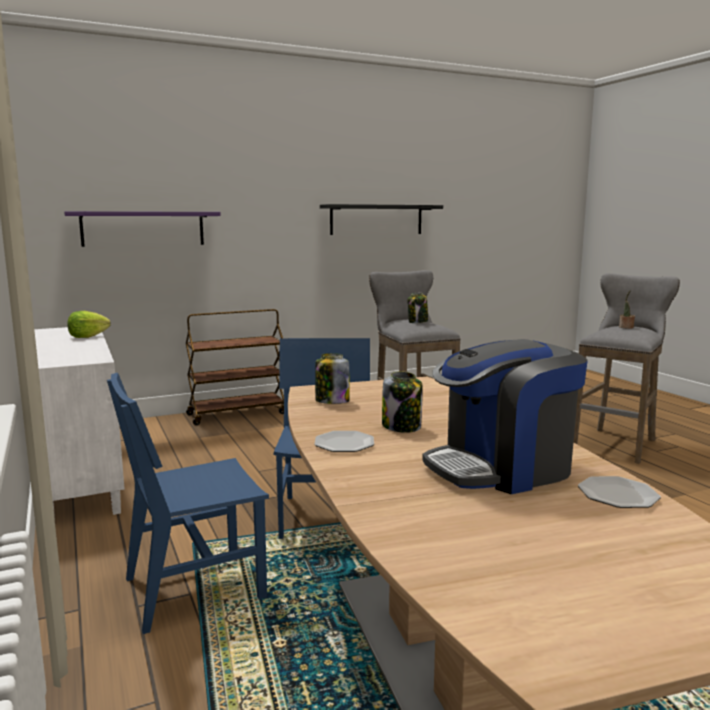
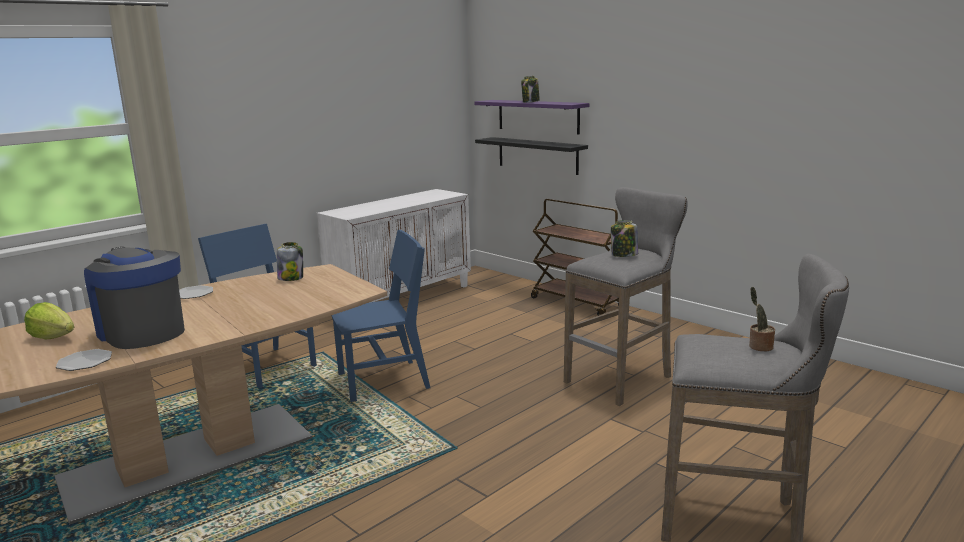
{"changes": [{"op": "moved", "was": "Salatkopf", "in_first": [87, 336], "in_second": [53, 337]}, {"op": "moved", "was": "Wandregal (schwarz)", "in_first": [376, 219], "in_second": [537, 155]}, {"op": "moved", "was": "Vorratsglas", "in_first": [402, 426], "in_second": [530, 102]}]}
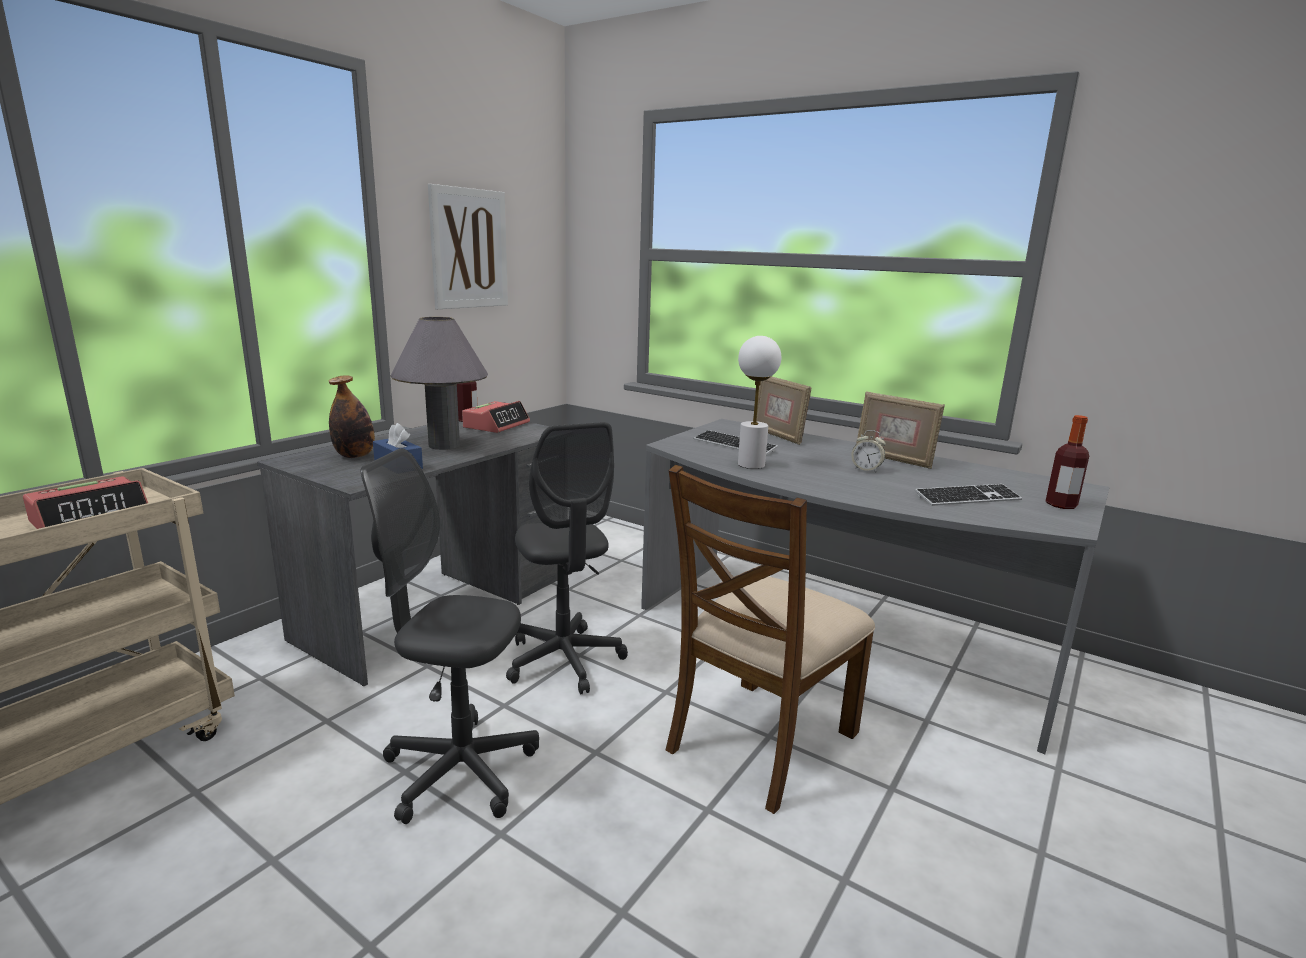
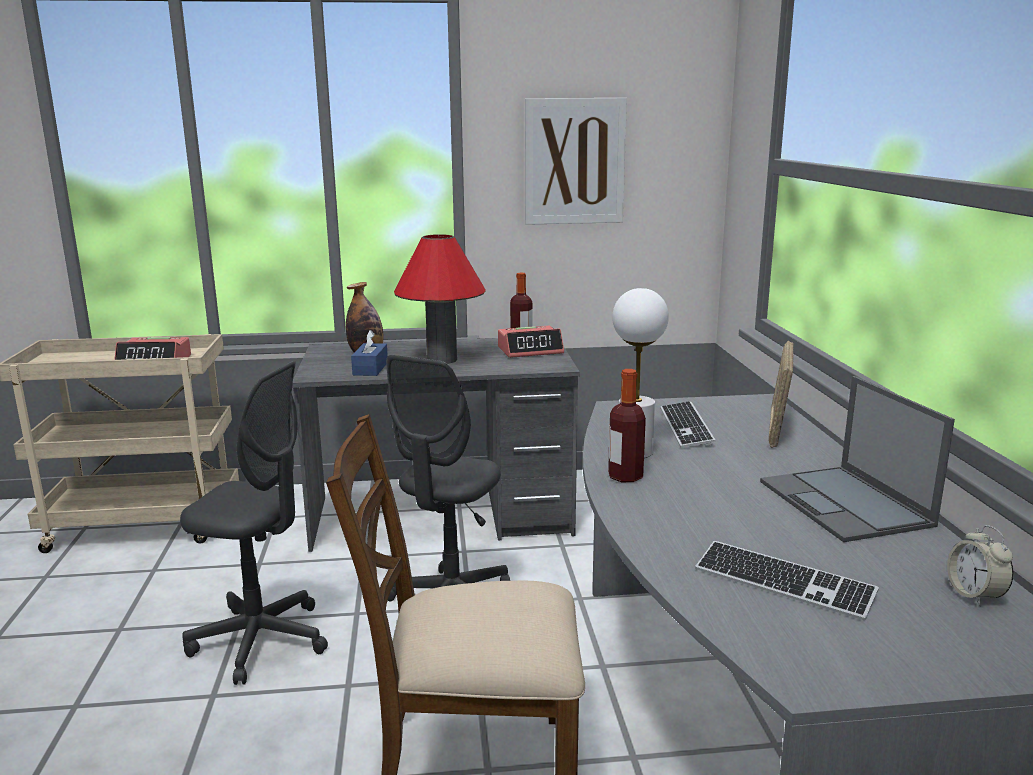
{"changes": [{"op": "moved", "was": "Wecker", "in_first": [866, 470], "in_second": [974, 595]}, {"op": "moved", "was": "Flasche", "in_first": [1061, 505], "in_second": [625, 476]}, {"op": "replaced", "was": "Bilderrahmen", "now": "Laptop", "in_first": [893, 459], "in_second": [846, 504]}, {"op": "recoloured", "was": "Tischlampe (grau)", "now": "Tischlampe (rot)", "in_first": [444, 445], "in_second": [442, 360]}, {"op": "turned", "was": "Bürostuhl (grau)", "in_first": [460, 771], "in_second": [261, 641], "clockwise": 135}]}
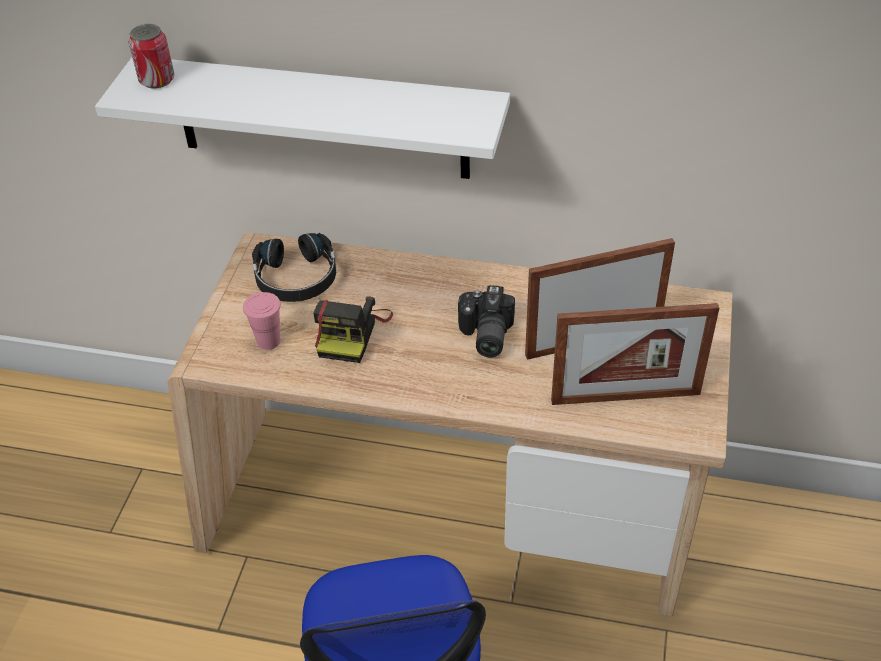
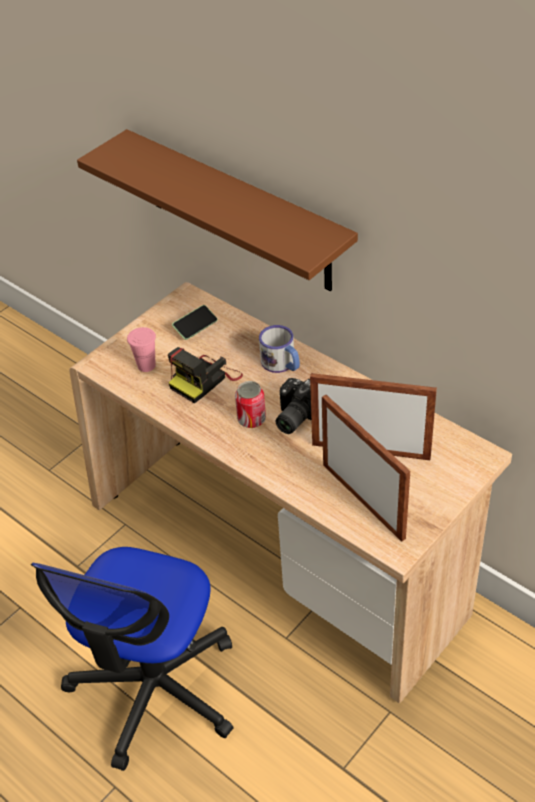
{"changes": [{"op": "added", "now": "Henkelbecher", "in_second": [282, 364]}, {"op": "moved", "was": "Dose", "in_first": [157, 80], "in_second": [251, 419]}, {"op": "replaced", "was": "Kopfhörer (schwarz)", "now": "Handy", "in_first": [296, 278], "in_second": [195, 327]}, {"op": "recoloured", "was": "Wandregal (weiß)", "now": "Wandregal (braun)", "in_first": [321, 118], "in_second": [237, 212]}, {"op": "turned", "was": "Bilderrahmen", "in_first": [625, 397], "in_second": [363, 500], "clockwise": -150}]}
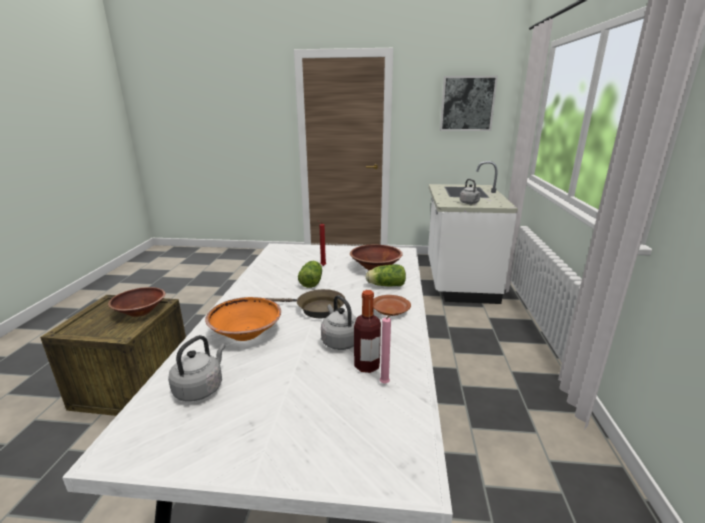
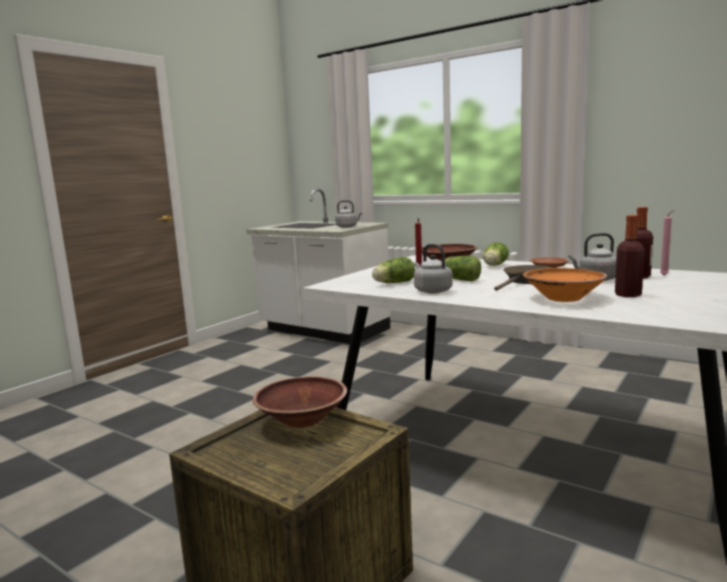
{"changes": [{"op": "removed", "was": "Bild", "in_first": [467, 103]}, {"op": "added", "now": "Salatkopf", "in_second": [393, 283]}, {"op": "added", "now": "Flasche", "in_second": [627, 295]}, {"op": "moved", "was": "Wasserkessel (grau)", "in_first": [201, 388], "in_second": [431, 291]}]}
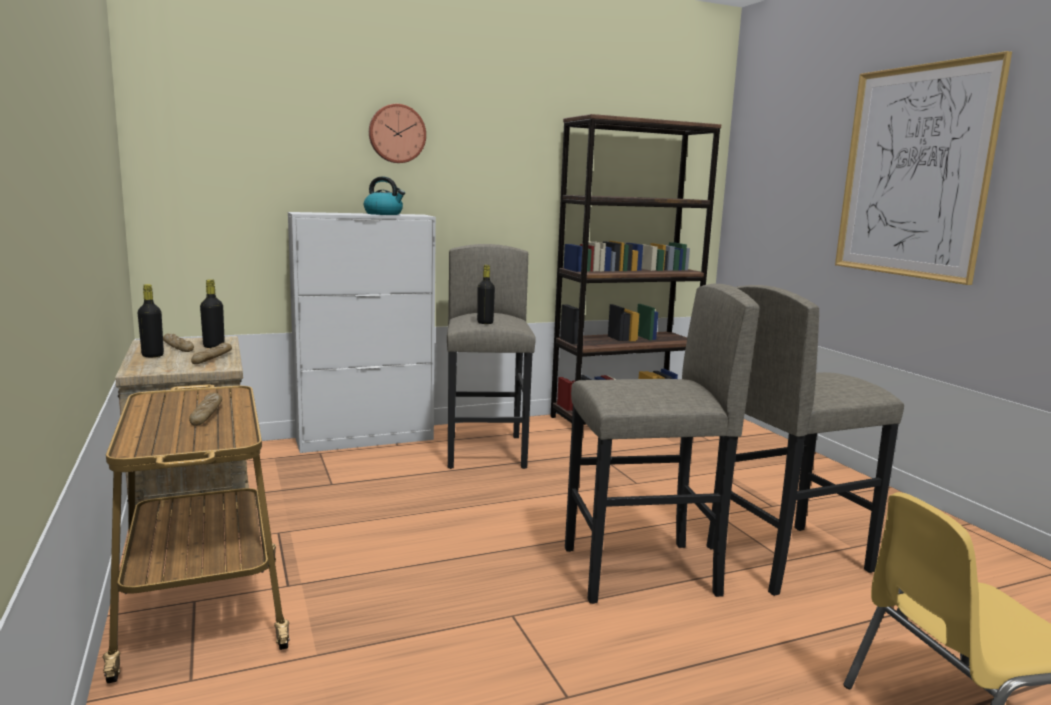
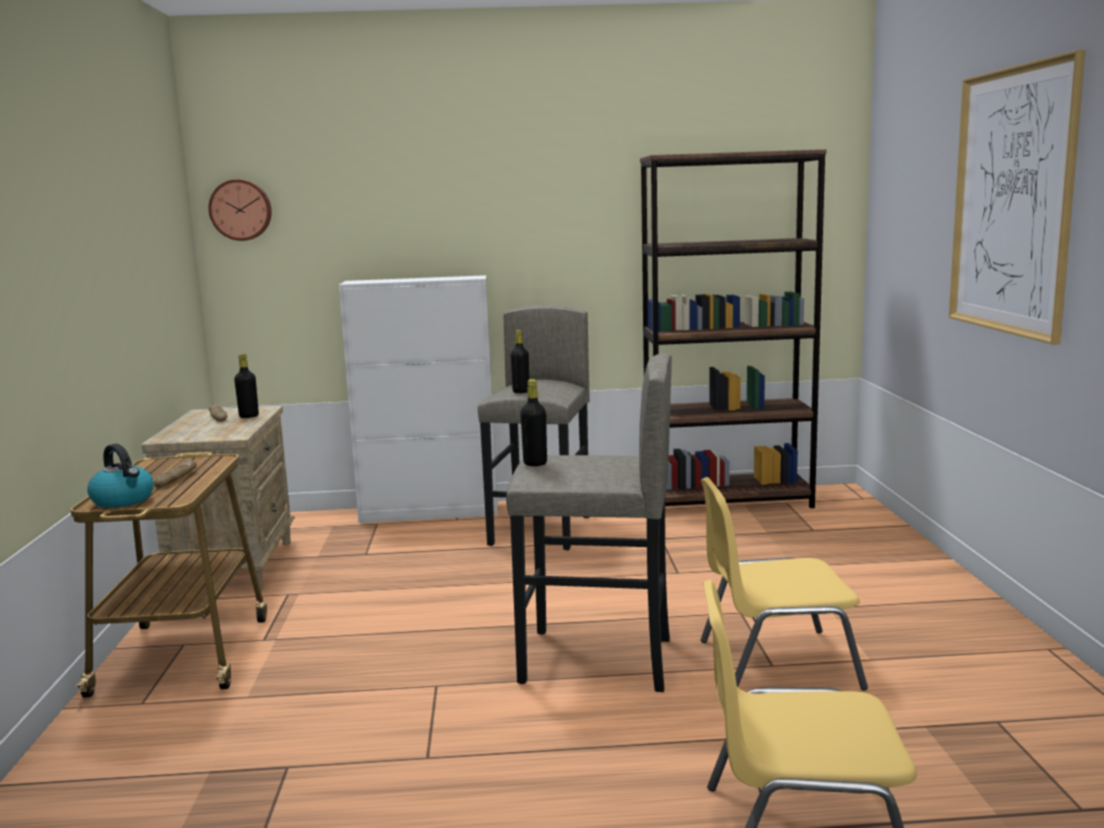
{"changes": [{"op": "removed", "was": "Brot", "in_first": [212, 358]}, {"op": "moved", "was": "Flasche (schwarz)", "in_first": [152, 355], "in_second": [535, 463]}, {"op": "moved", "was": "Wasserkessel", "in_first": [384, 214], "in_second": [124, 500]}, {"op": "moved", "was": "Wanduhr", "in_first": [396, 133], "in_second": [241, 210]}, {"op": "replaced", "was": "Hocker (grau)", "now": "Stuhl (gelb)", "in_first": [786, 558], "in_second": [775, 663]}]}
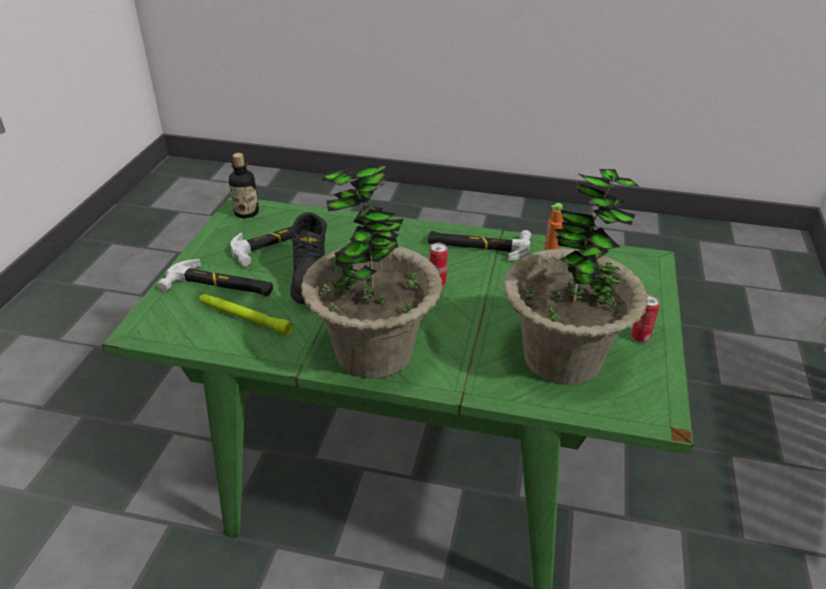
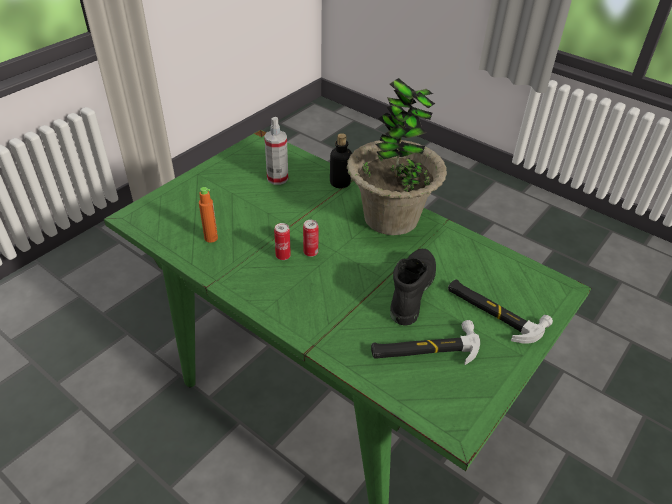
{"changes": [{"op": "removed", "was": "Taschenlampe (grün)", "in_first": [244, 318]}, {"op": "removed", "was": "Hammer", "in_first": [478, 246]}, {"op": "moved", "was": "Flasche", "in_first": [246, 213], "in_second": [340, 183]}, {"op": "moved", "was": "Dose", "in_first": [640, 337], "in_second": [283, 256]}, {"op": "replaced", "was": "Topfpflanze", "now": "Sprühflasche", "in_first": [562, 358], "in_second": [277, 178]}]}
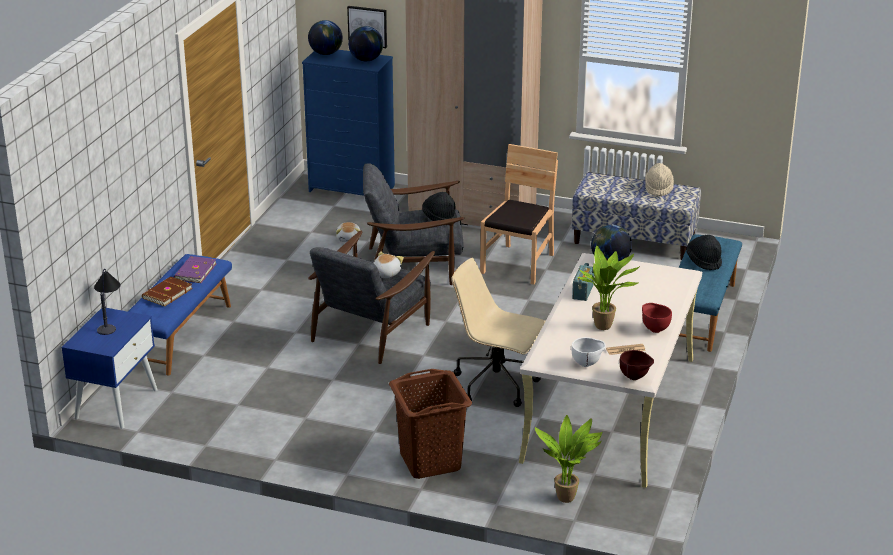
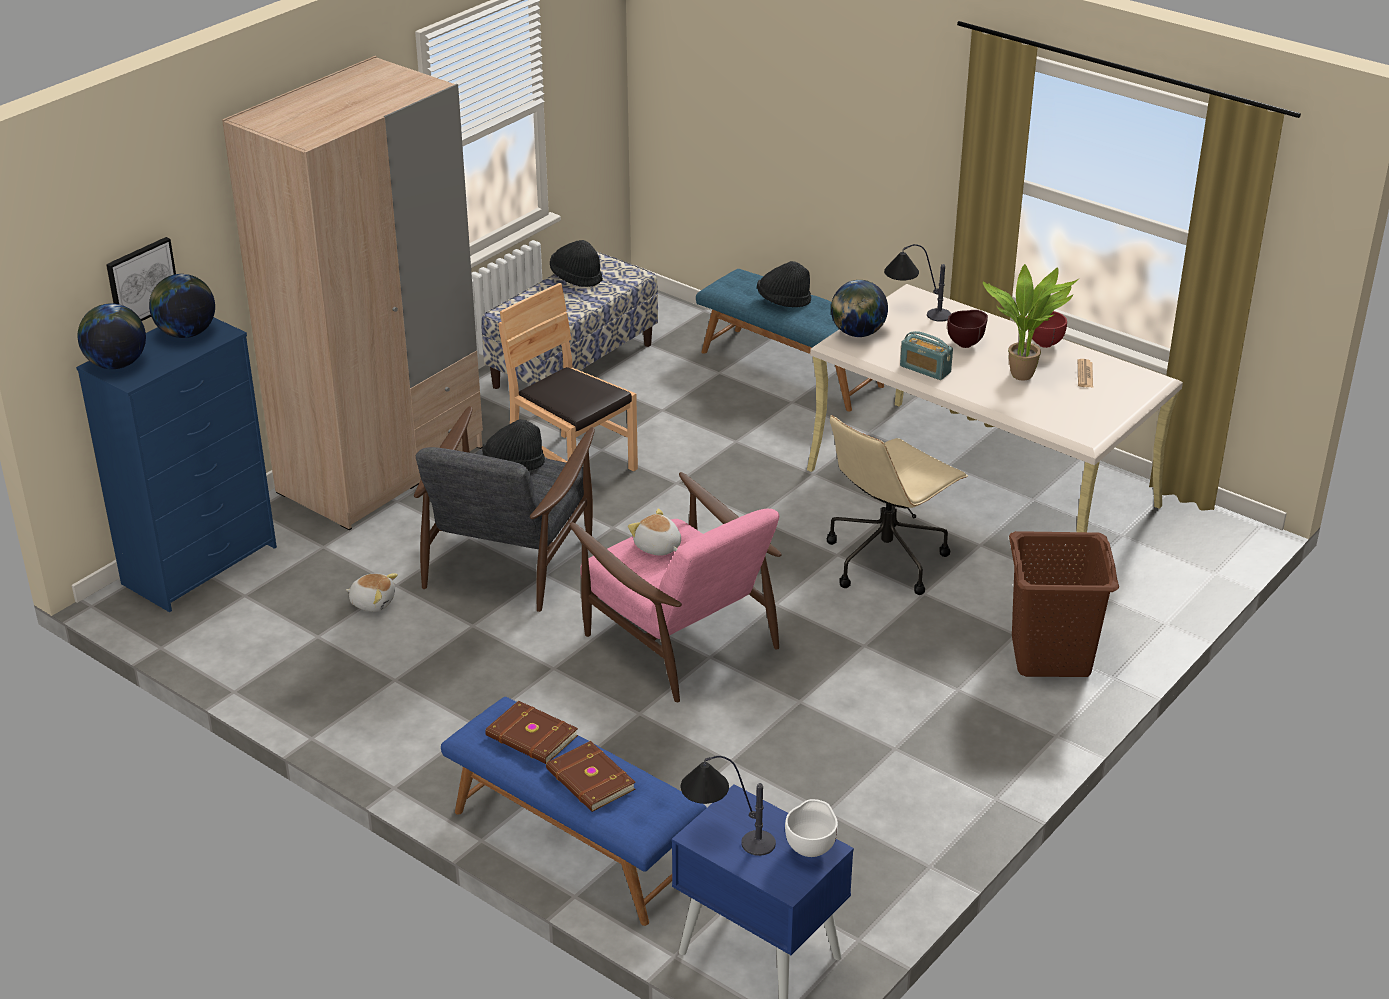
{"changes": [{"op": "removed", "was": "Topfpflanze", "in_first": [567, 497]}, {"op": "added", "now": "Tischlampe", "in_second": [913, 312]}, {"op": "moved", "was": "Schüssel (weiß)", "in_first": [587, 364], "in_second": [811, 848]}, {"op": "moved", "was": "Schüssel (braun)", "in_first": [635, 378], "in_second": [966, 344]}, {"op": "recoloured", "was": "Buch (lila)", "now": "Buch (braun)", "in_first": [194, 272], "in_second": [531, 737]}, {"op": "recoloured", "was": "Sessel (grau)", "now": "Sessel (rosa)", "in_first": [371, 330], "in_second": [678, 637]}, {"op": "recoloured", "was": "Hut (beige)", "now": "Hut (schwarz)", "in_first": [658, 188], "in_second": [576, 278]}]}
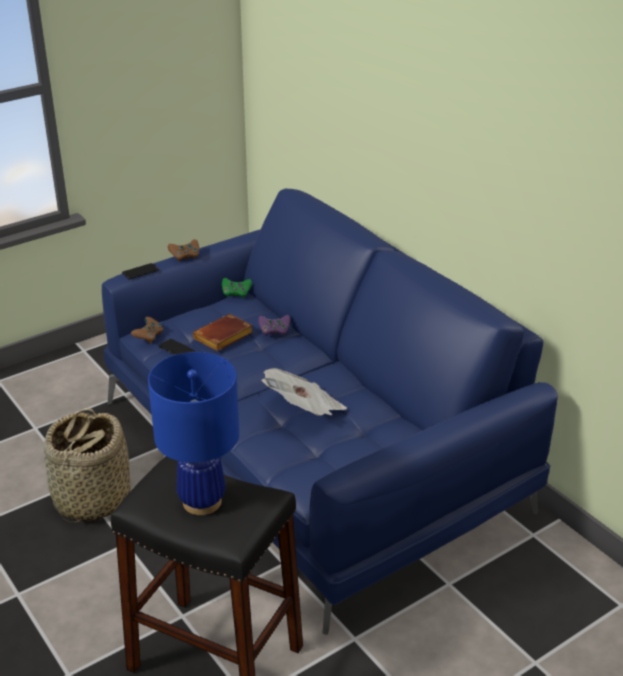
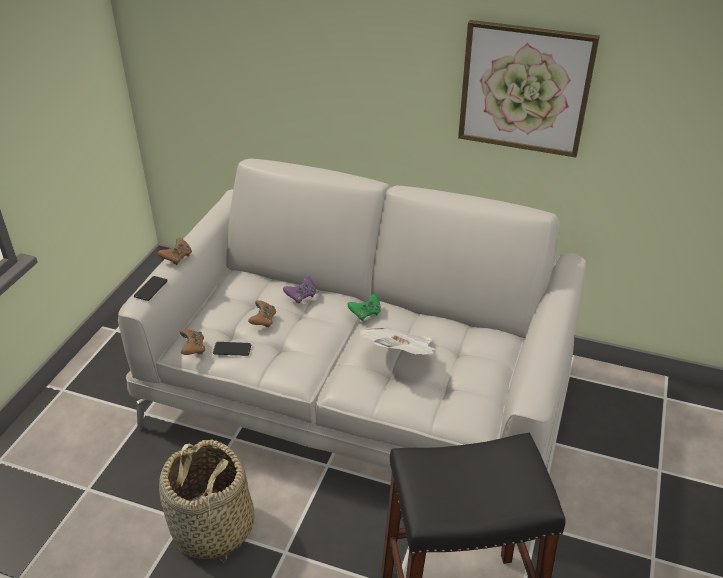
{"changes": [{"op": "removed", "was": "Tischlampe (blau)", "in_first": [202, 501]}, {"op": "added", "now": "Bild", "in_second": [525, 88]}, {"op": "moved", "was": "Gamepad (grün)", "in_first": [236, 294], "in_second": [365, 313]}, {"op": "replaced", "was": "Buch (braun)", "now": "Gamepad (braun)", "in_first": [223, 338], "in_second": [263, 321]}, {"op": "recoloured", "was": "Sofa (blau)", "now": "Sofa (grau)", "in_first": [311, 456], "in_second": [361, 392]}]}
